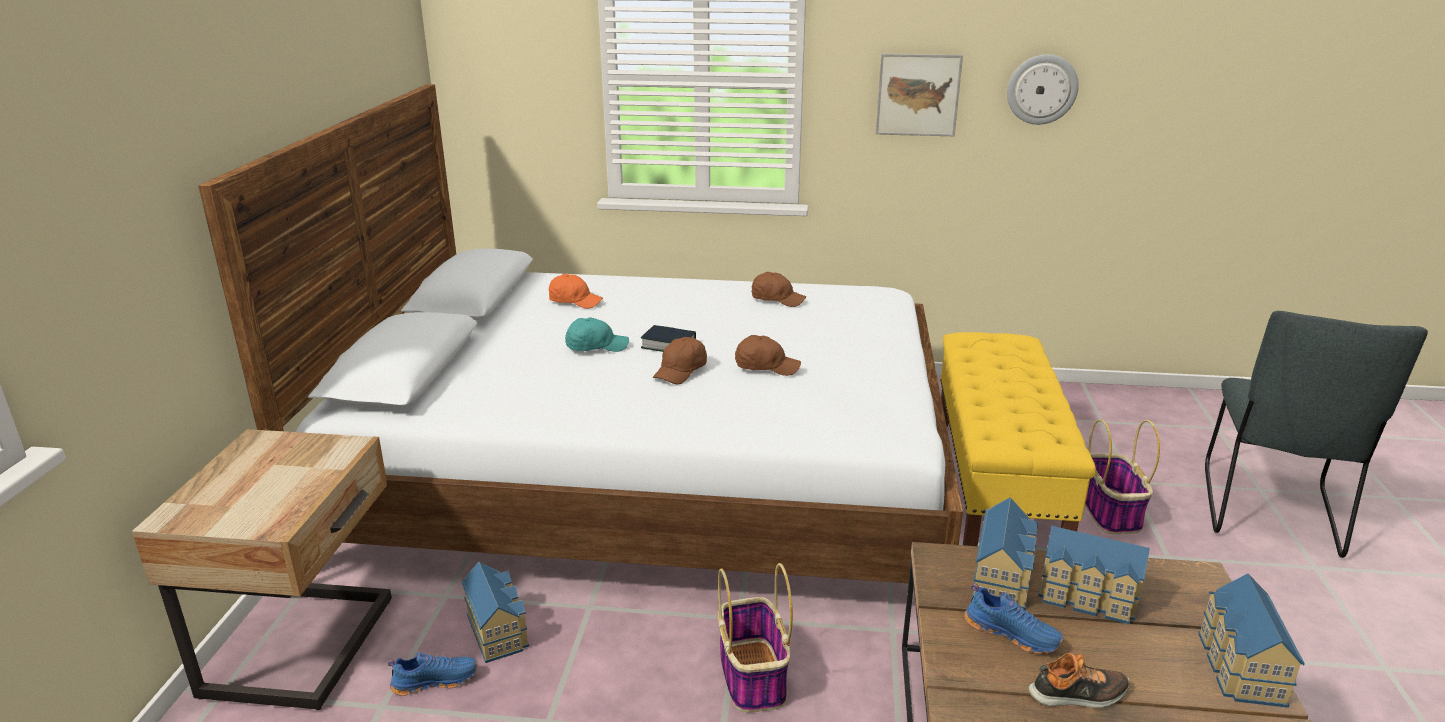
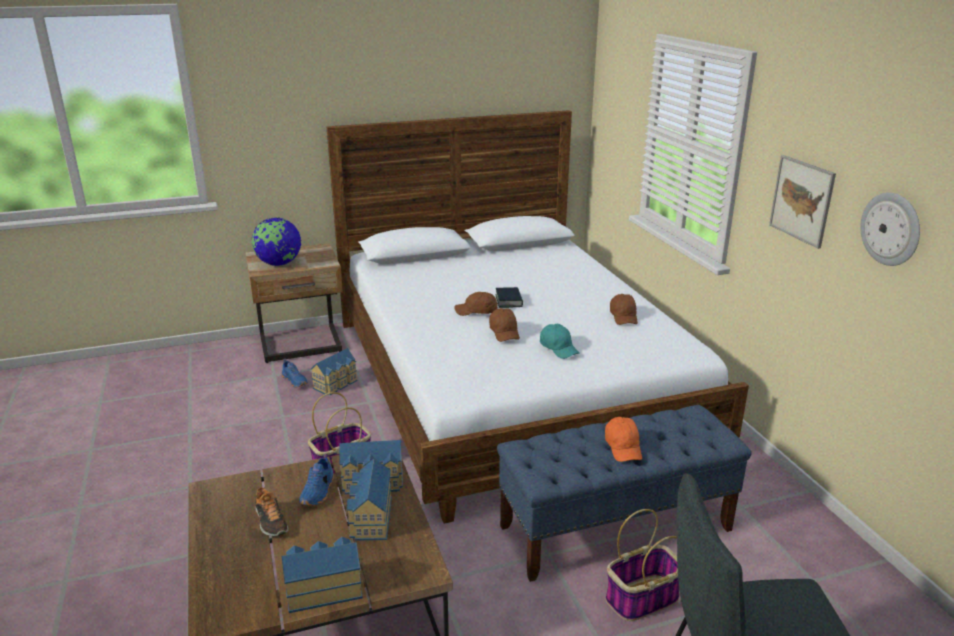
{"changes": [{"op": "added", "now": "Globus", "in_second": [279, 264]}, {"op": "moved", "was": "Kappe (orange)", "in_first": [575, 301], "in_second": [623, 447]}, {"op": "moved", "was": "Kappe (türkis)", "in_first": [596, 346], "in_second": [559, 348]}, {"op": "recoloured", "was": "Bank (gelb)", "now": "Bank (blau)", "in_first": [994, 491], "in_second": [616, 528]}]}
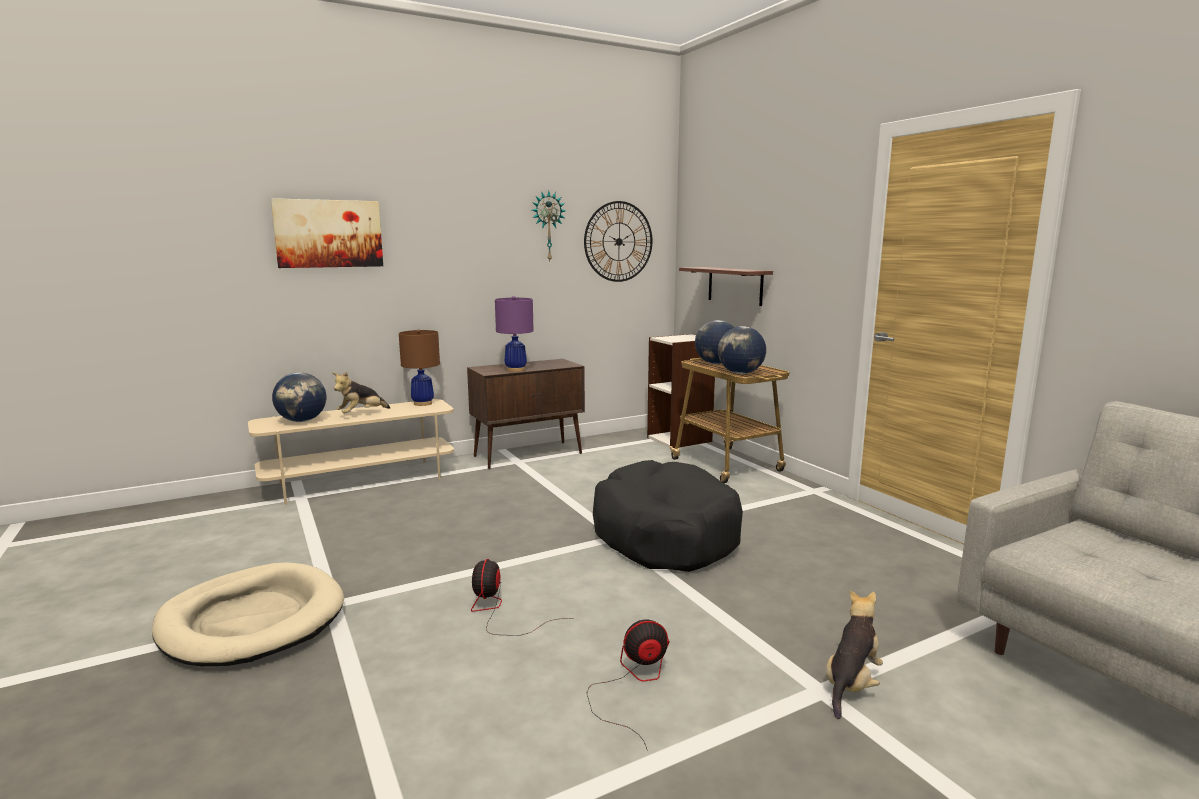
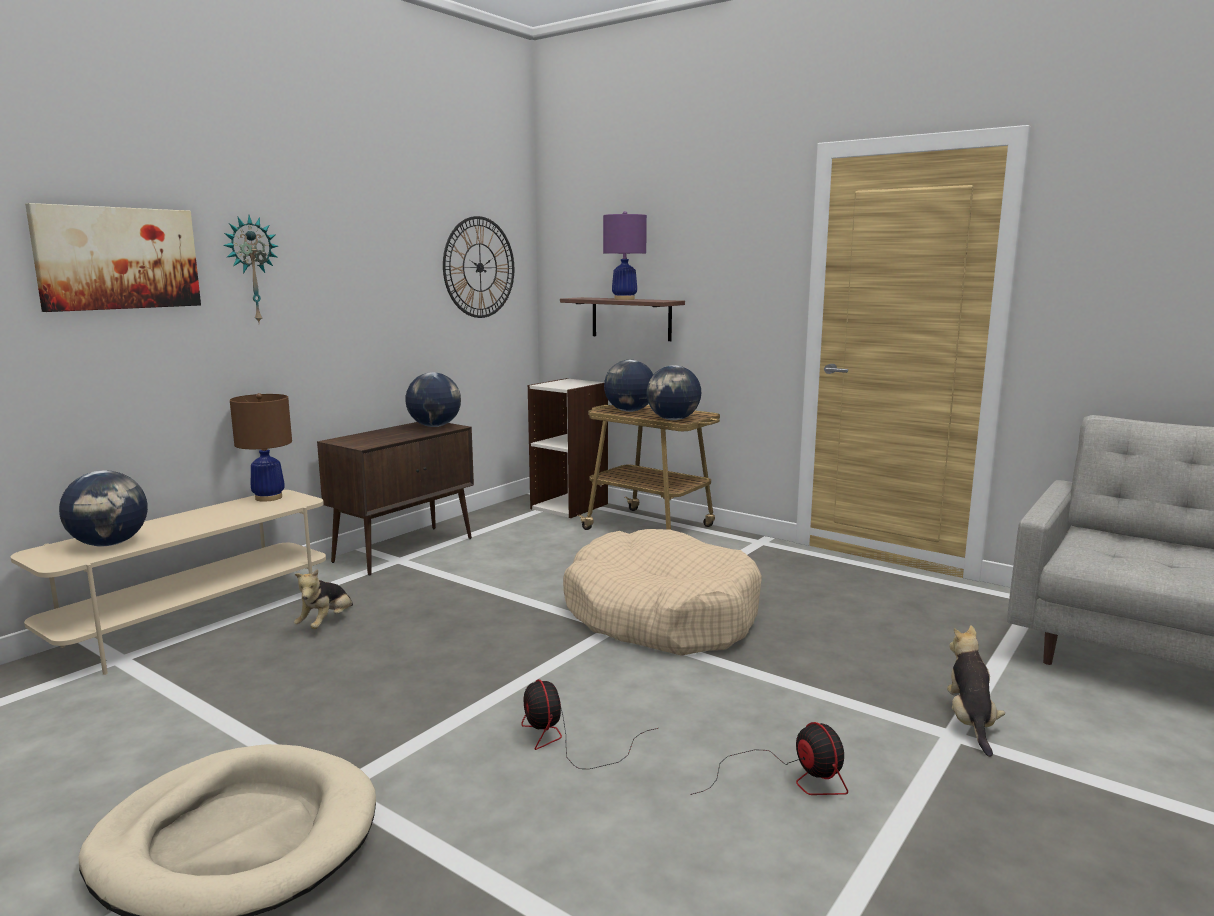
{"changes": [{"op": "added", "now": "Globus", "in_second": [434, 426]}, {"op": "moved", "was": "Plüschtier", "in_first": [361, 414], "in_second": [326, 623]}, {"op": "moved", "was": "Tischlampe (lila)", "in_first": [515, 370], "in_second": [624, 299]}, {"op": "moved", "was": "Wanduhr", "in_first": [548, 226], "in_second": [251, 270]}, {"op": "recoloured", "was": "Hundebett (schwarz)", "now": "Hundebett (beige)", "in_first": [664, 535], "in_second": [661, 615]}, {"op": "turned", "was": "Ventilator", "in_first": [633, 684], "in_second": [788, 778], "clockwise": 105}]}
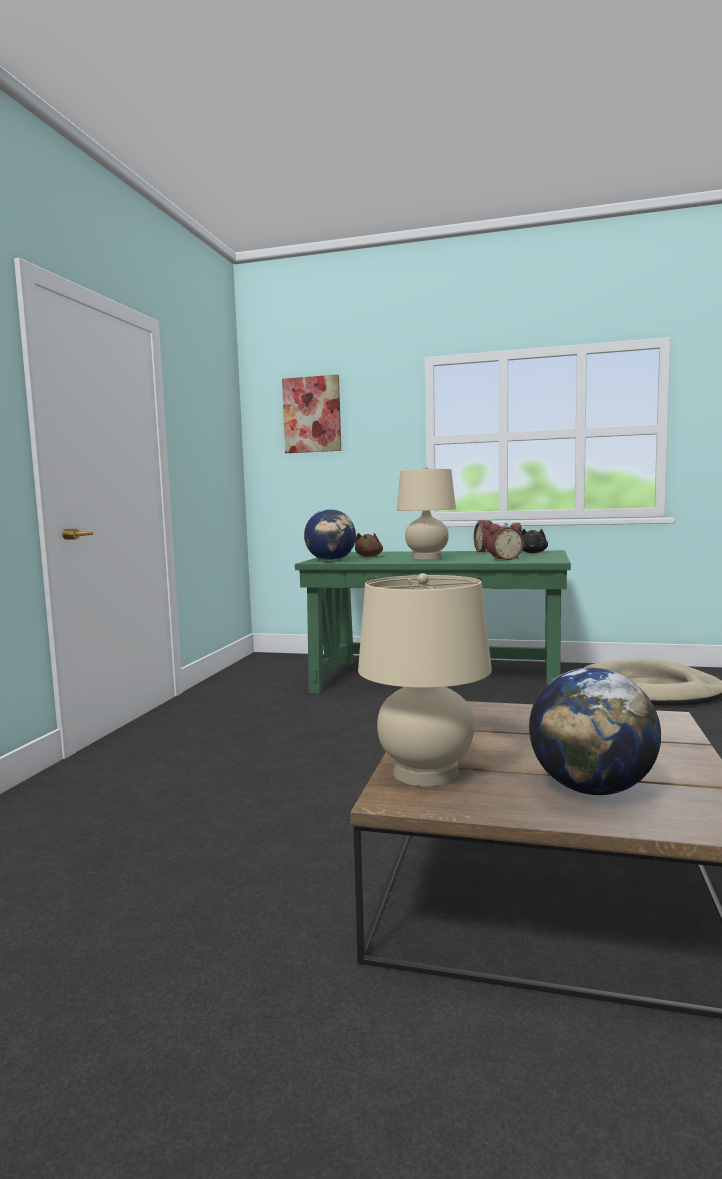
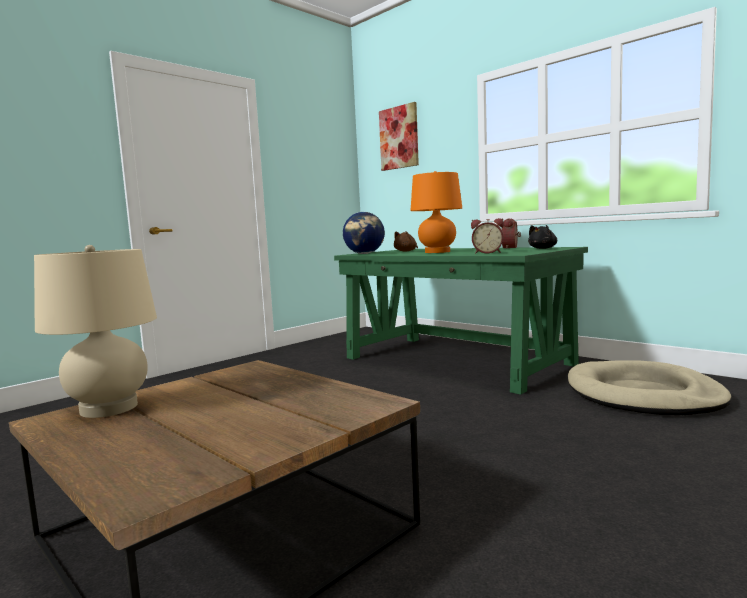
{"changes": [{"op": "removed", "was": "Globus", "in_first": [592, 789]}, {"op": "recoloured", "was": "Tischlampe (beige)", "now": "Tischlampe (orange)", "in_first": [426, 558], "in_second": [437, 252]}]}
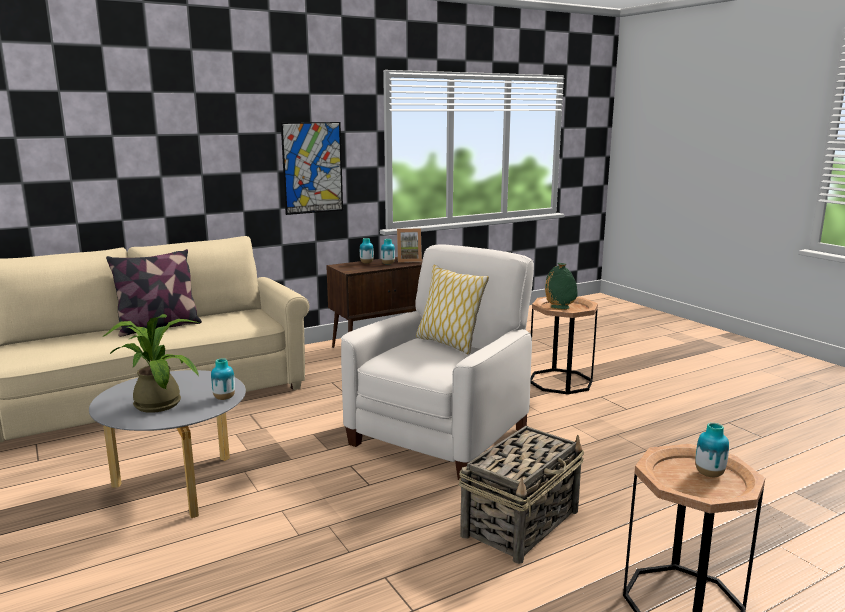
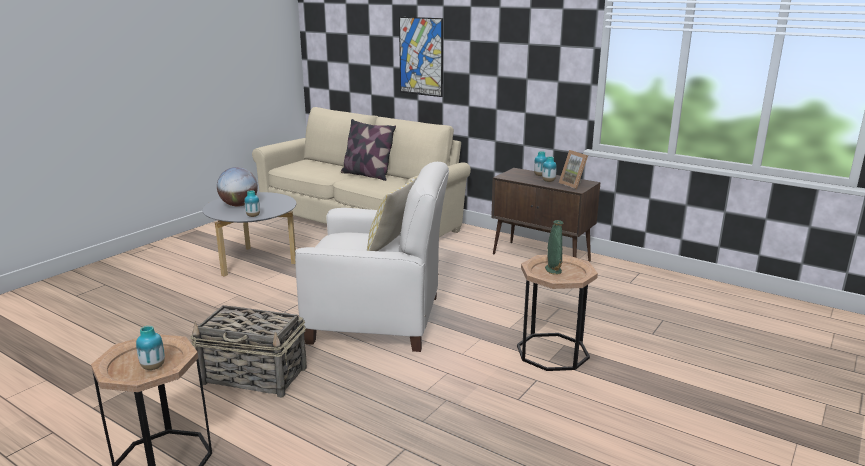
{"changes": [{"op": "moved", "was": "Bild", "in_first": [312, 168], "in_second": [421, 56]}, {"op": "replaced", "was": "Topfpflanze", "now": "Globus", "in_first": [157, 402], "in_second": [239, 205]}]}
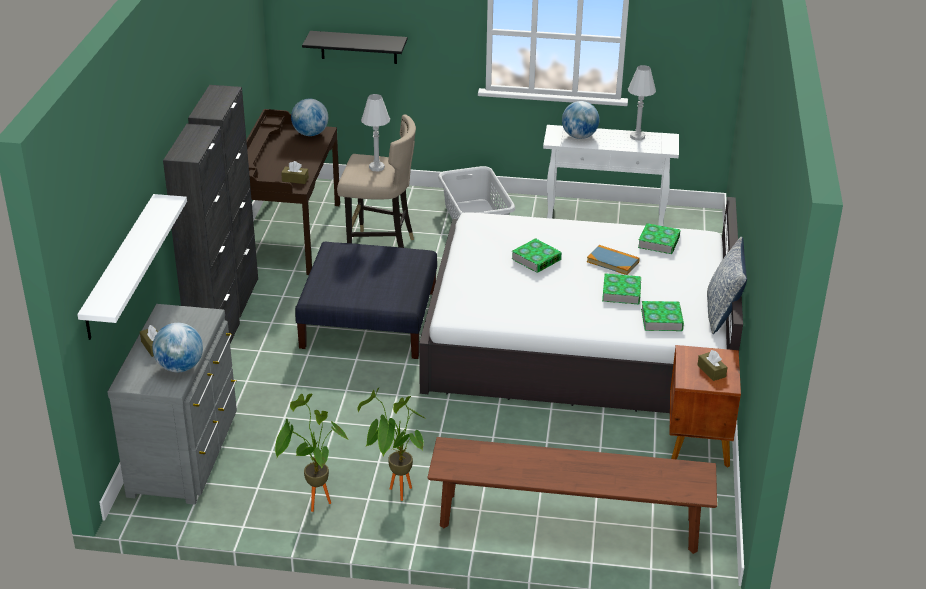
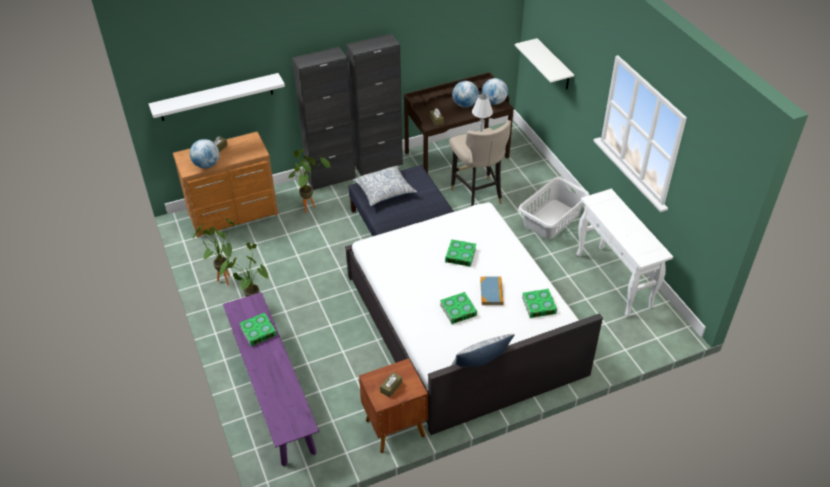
{"changes": [{"op": "removed", "was": "Tischlampe (weiß)", "in_first": [637, 137]}, {"op": "added", "now": "Topfpflanze", "in_second": [310, 206]}, {"op": "added", "now": "Kissen", "in_second": [384, 192]}, {"op": "moved", "was": "Globus", "in_first": [579, 136], "in_second": [465, 105]}, {"op": "moved", "was": "Buch", "in_first": [661, 320], "in_second": [258, 331]}, {"op": "recoloured", "was": "Kommode (grau)", "now": "Kommode (braun)", "in_first": [186, 452], "in_second": [234, 214]}, {"op": "recoloured", "was": "Wandregal (schwarz)", "now": "Wandregal (weiß)", "in_first": [358, 47], "in_second": [554, 65]}, {"op": "recoloured", "was": "Bank (braun)", "now": "Bank (lila)", "in_first": [568, 523], "in_second": [273, 392]}]}
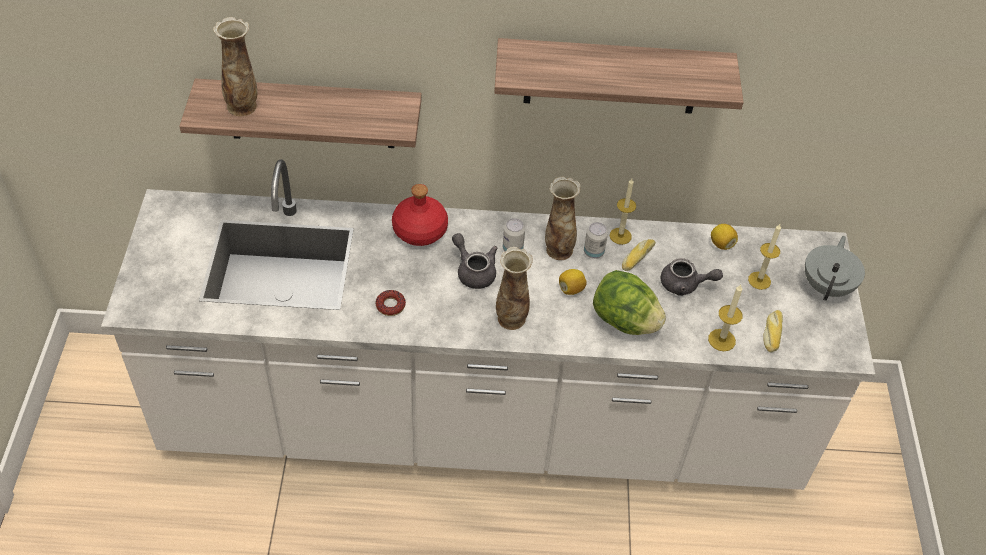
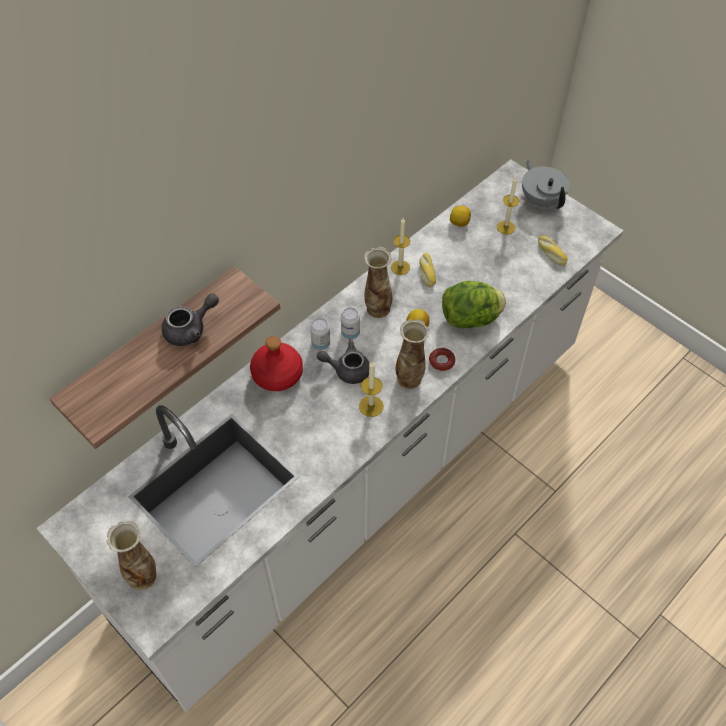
{"changes": [{"op": "removed", "was": "Wandregal", "in_first": [612, 76]}, {"op": "moved", "was": "Vase", "in_first": [243, 106], "in_second": [143, 575]}, {"op": "moved", "was": "Donut", "in_first": [390, 305], "in_second": [441, 361]}, {"op": "moved", "was": "Dose", "in_first": [593, 252], "in_second": [320, 344]}, {"op": "moved", "was": "Teekanne (grau)", "in_first": [685, 285], "in_second": [190, 329]}, {"op": "moved", "was": "Kerze", "in_first": [721, 340], "in_second": [371, 406]}]}
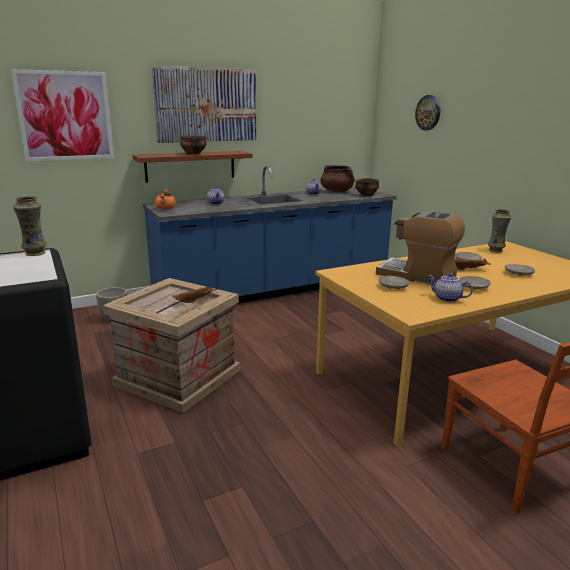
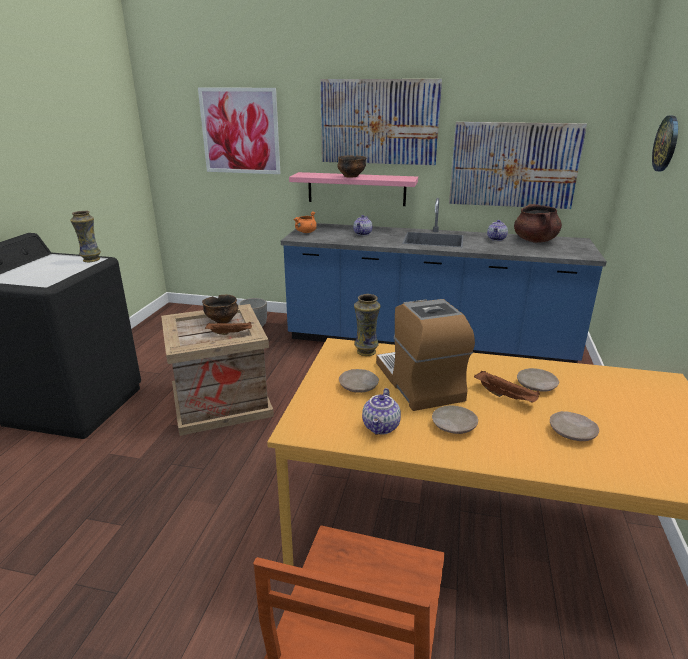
{"changes": [{"op": "added", "now": "Bild", "in_second": [513, 165]}, {"op": "moved", "was": "Schüssel", "in_first": [366, 195], "in_second": [222, 320]}, {"op": "moved", "was": "Vase", "in_first": [496, 250], "in_second": [366, 352]}, {"op": "recoloured", "was": "Wandregal (braun)", "now": "Wandregal (rosa)", "in_first": [190, 166], "in_second": [356, 189]}, {"op": "turned", "was": "Teekanne", "in_first": [447, 299], "in_second": [381, 427], "clockwise": -150}]}
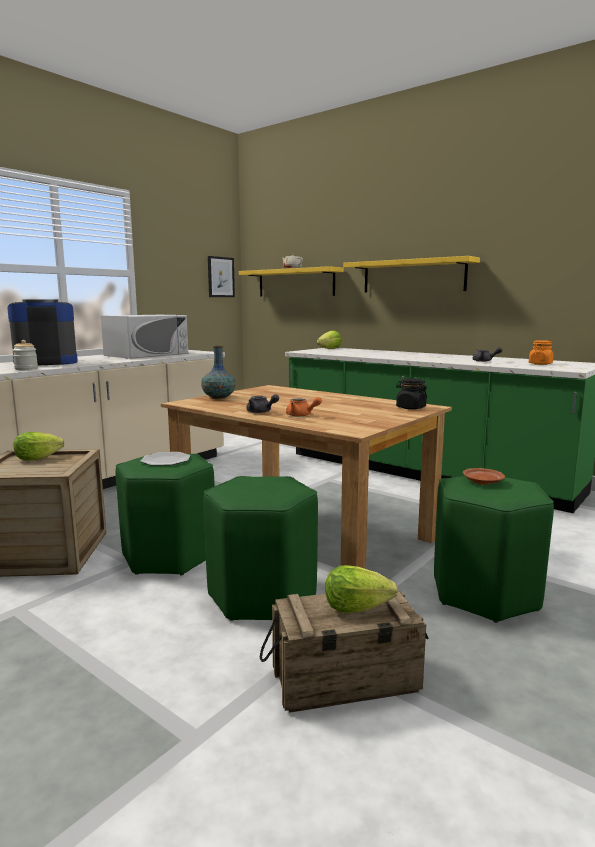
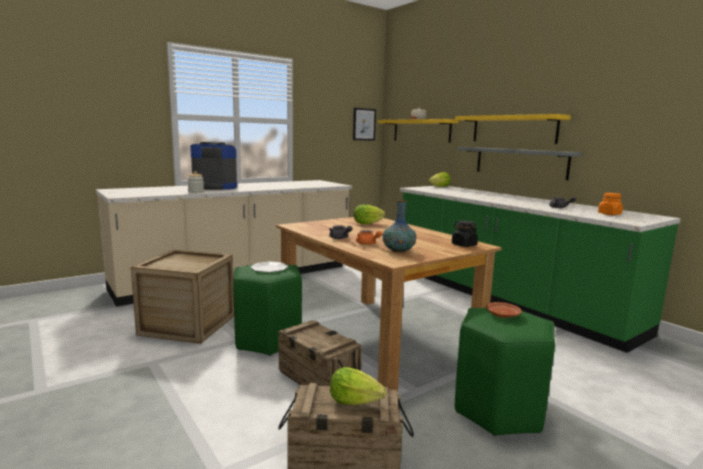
{"changes": [{"op": "removed", "was": "Mikrowelle (weiß)", "in_first": [147, 354]}, {"op": "added", "now": "Wandregal (grau)", "in_second": [520, 162]}, {"op": "moved", "was": "Salatkopf", "in_first": [37, 458], "in_second": [367, 223]}, {"op": "moved", "was": "Vase", "in_first": [218, 398], "in_second": [398, 251]}, {"op": "replaced", "was": "Hocker (grün)", "now": "Kiste", "in_first": [261, 595], "in_second": [317, 380]}]}
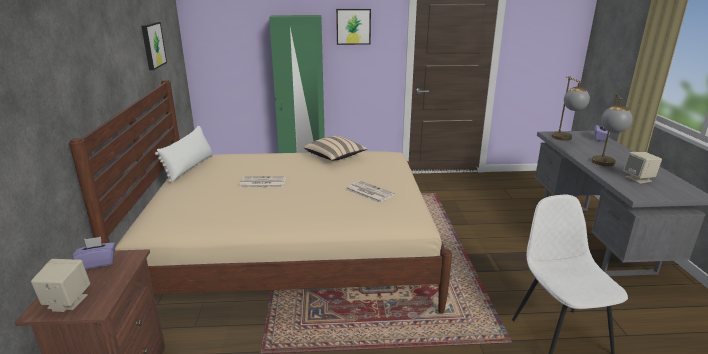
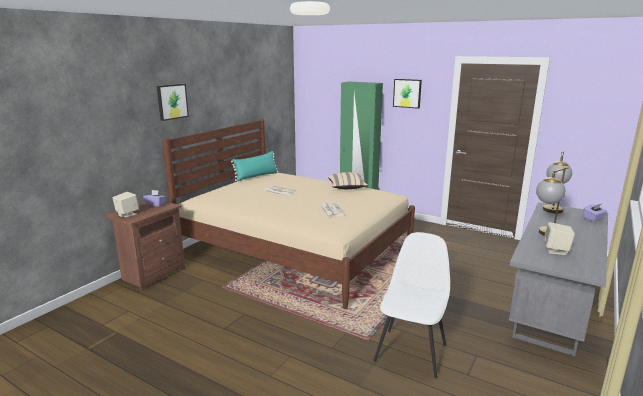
{"changes": [{"op": "moved", "was": "Bild", "in_first": [152, 45], "in_second": [172, 101]}, {"op": "recoloured", "was": "Kissen (weiß)", "now": "Kissen (türkis)", "in_first": [190, 167], "in_second": [256, 176]}]}
